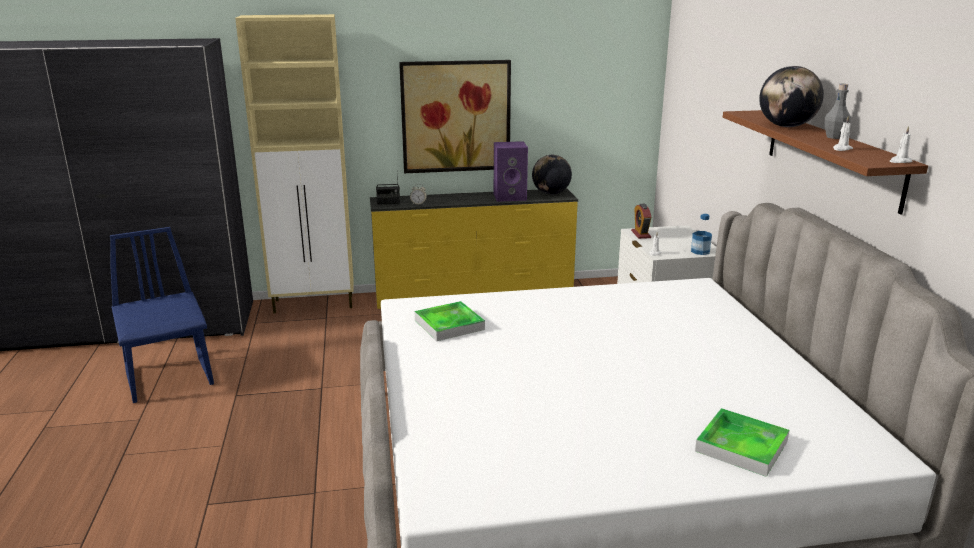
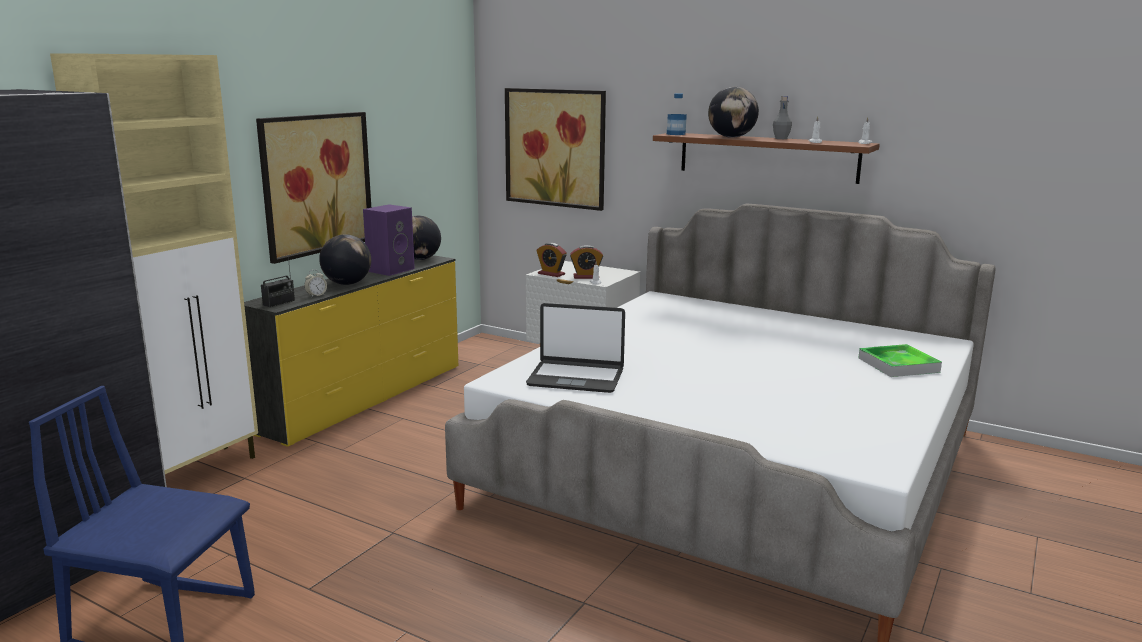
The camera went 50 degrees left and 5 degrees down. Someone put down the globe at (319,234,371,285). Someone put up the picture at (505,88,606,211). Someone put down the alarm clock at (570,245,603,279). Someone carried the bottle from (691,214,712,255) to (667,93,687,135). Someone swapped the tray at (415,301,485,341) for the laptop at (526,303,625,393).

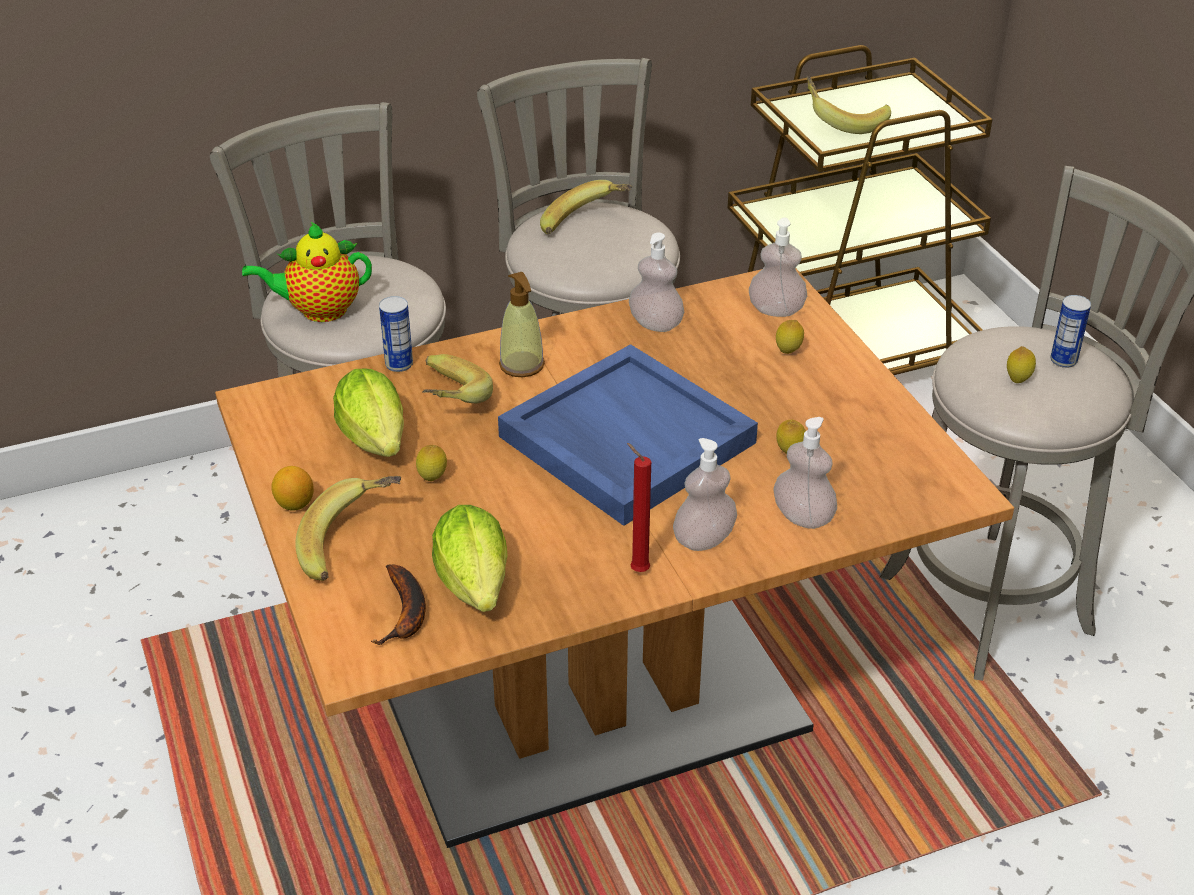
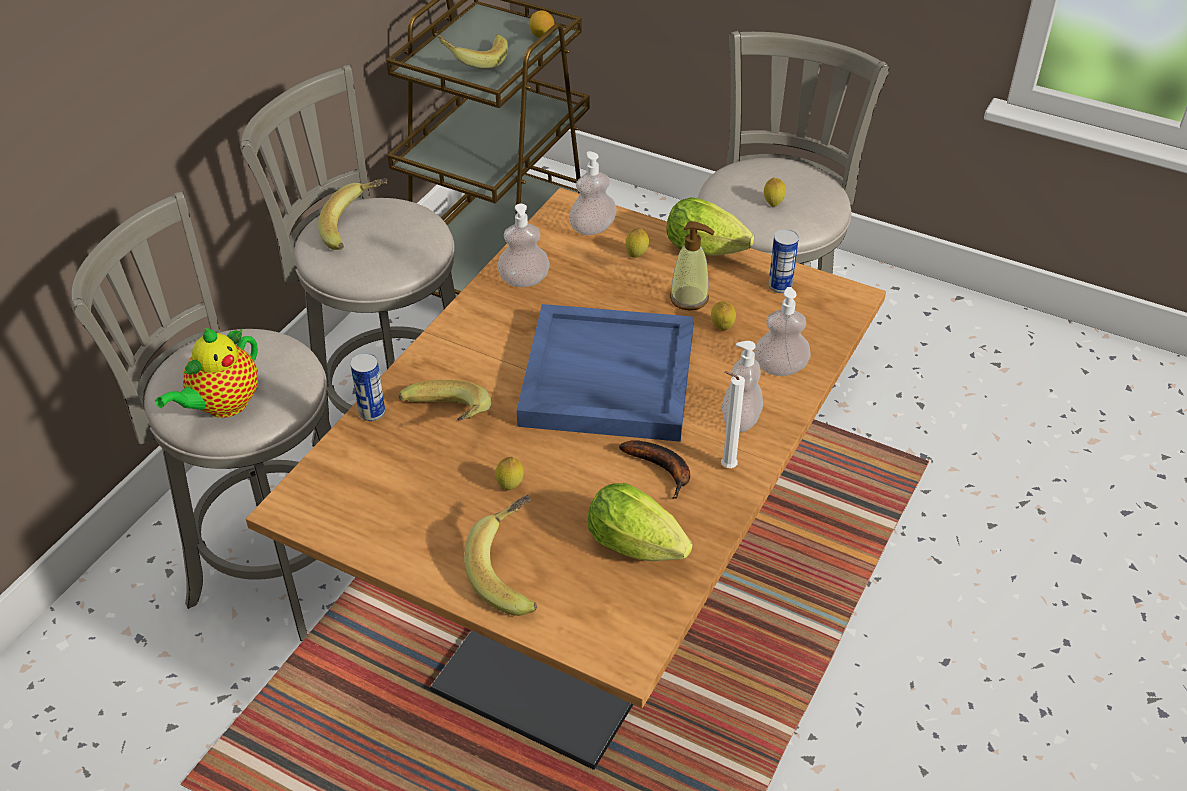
The camera went 40 degrees left and 5 degrees up. Someone carried the lemon from (271,466,314,511) to (529,10,554,38). Someone carried the lettuce from (333,368,404,457) to (666,197,754,256). Someone carried the banana from (371,564,426,645) to (619,440,690,499). Someone carried the soap dispenser from (499,272,545,377) to (670,221,715,311). Someone carried the can from (1050,295,1091,368) to (768,229,799,293). Someone repainted the red candle at (627,443,651,572), which became the white candle at (721,371,745,468).

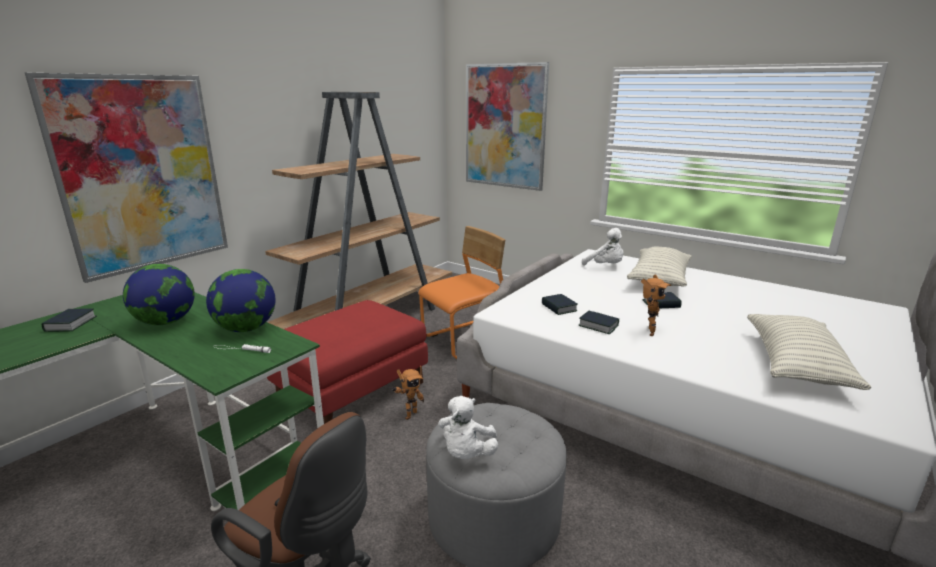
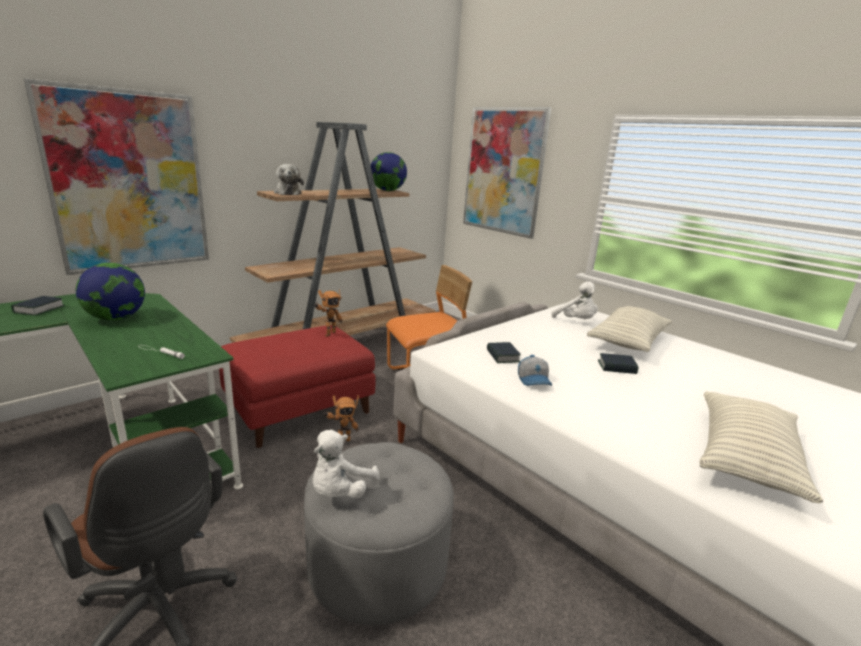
The camera went 10 degrees right and 0 degrees up. Someone put down the plush toy at (274,164,304,195). Someone carried the globe from (206,269,275,332) to (371,152,407,191). Someone carried the toy robot from (641,274,671,336) to (314,289,342,337). Someone swapped the book at (578,311,619,334) for the cap at (518,355,552,386).

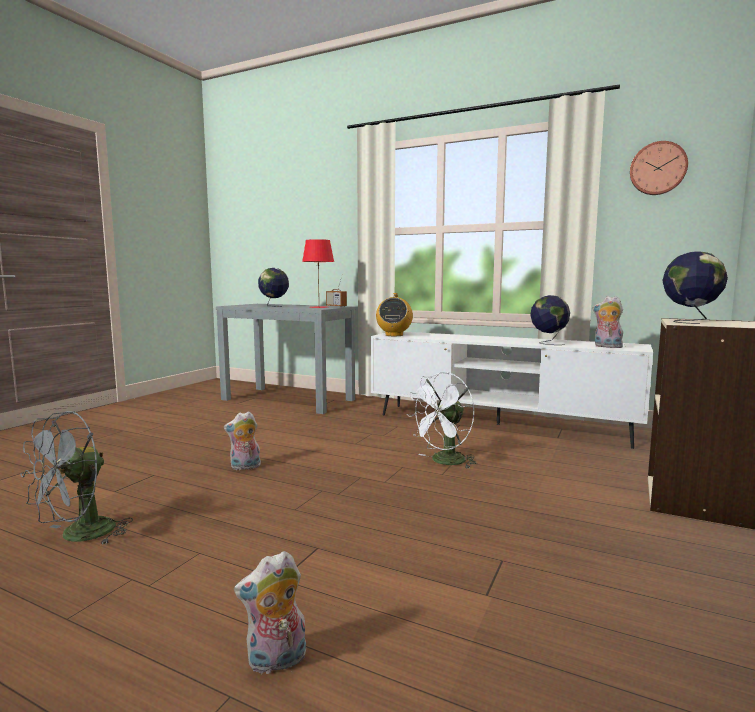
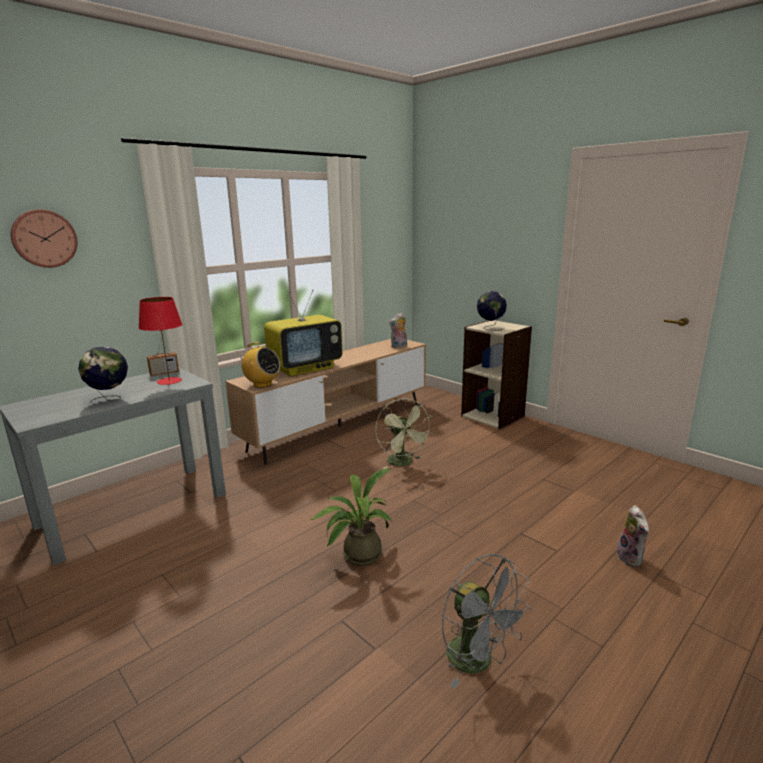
The camera went 70 degrees left and 10 degrees up. Someone took away the globe at (530,295,570,345). Someone put down the television at (264,290,343,376). Someone carried the wall clock from (630,141,688,195) to (11,210,77,268). Someone swapped the plush toy at (224,411,261,470) for the potted plant at (310,469,392,566). Someone repainted the white tv stand at (371,332,653,449), which became the brown tv stand at (225,339,426,464). Someone repainted the white fan at (407,372,477,469), which became the green fan at (375,398,432,469).

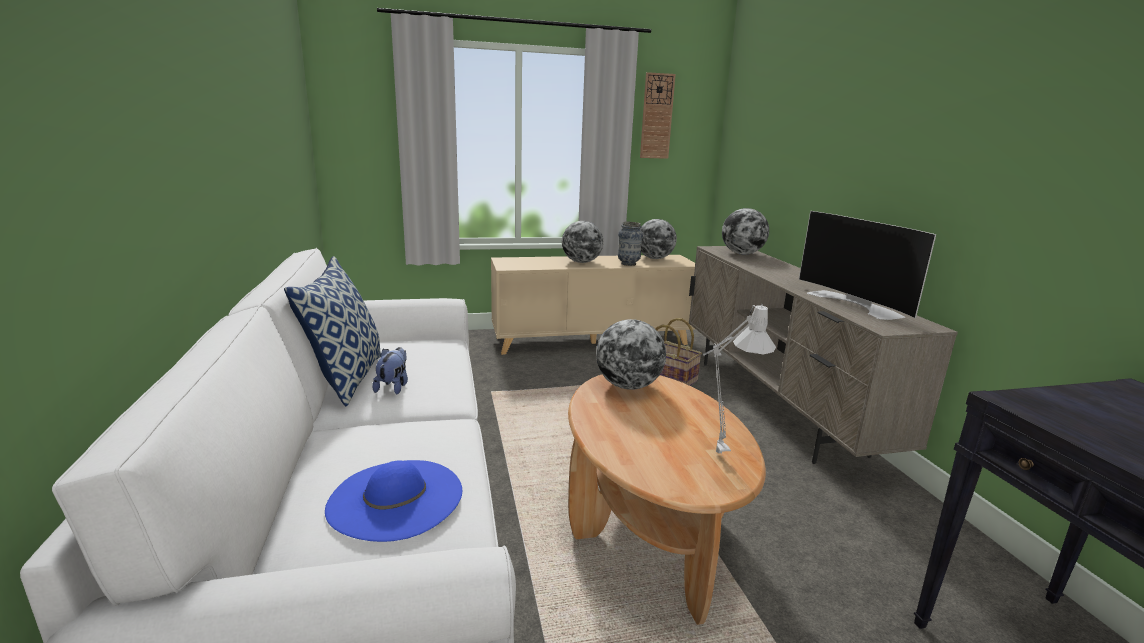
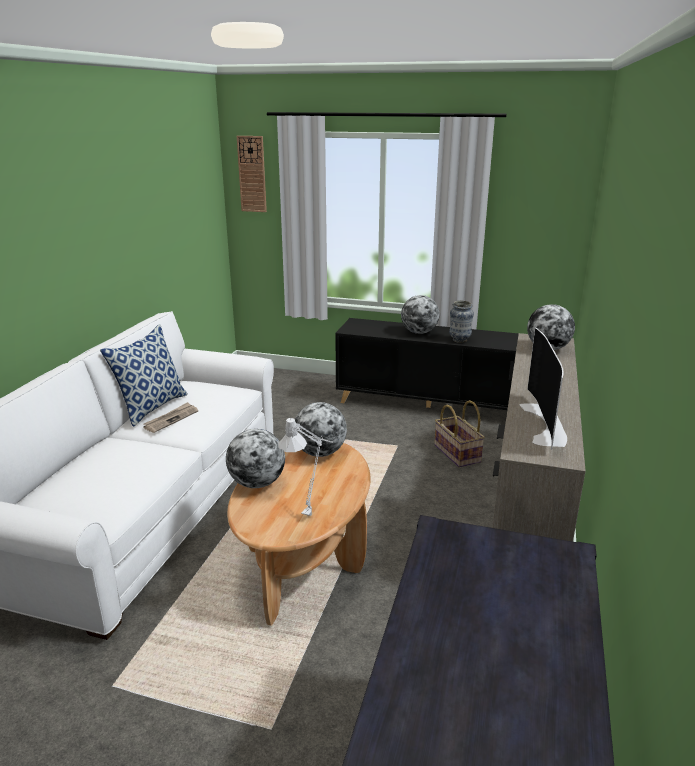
The camera went 30 degrees right and 5 degrees up. Someone took away the blue hat at (325,460,462,542). Someone carried the wall clock from (640,72,676,159) to (237,136,267,212). Someone carried the globe from (640,219,677,259) to (226,429,285,488). Someone swapped the plush toy at (372,347,408,394) for the newspaper at (143,402,198,433). Someone repainted the beige cabinet at (491,255,695,355), which became the black cabinet at (335,318,519,410).

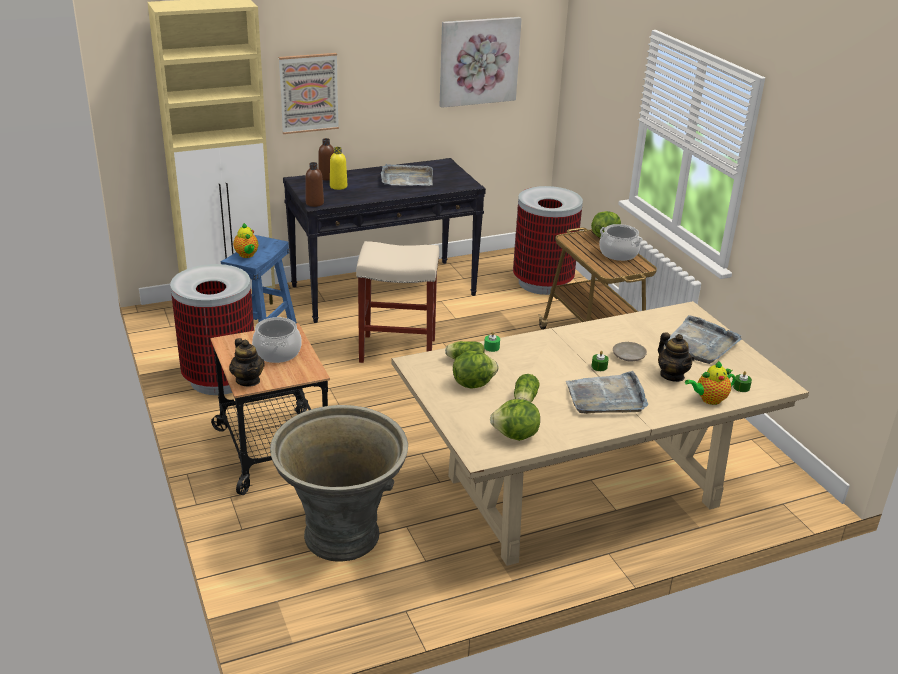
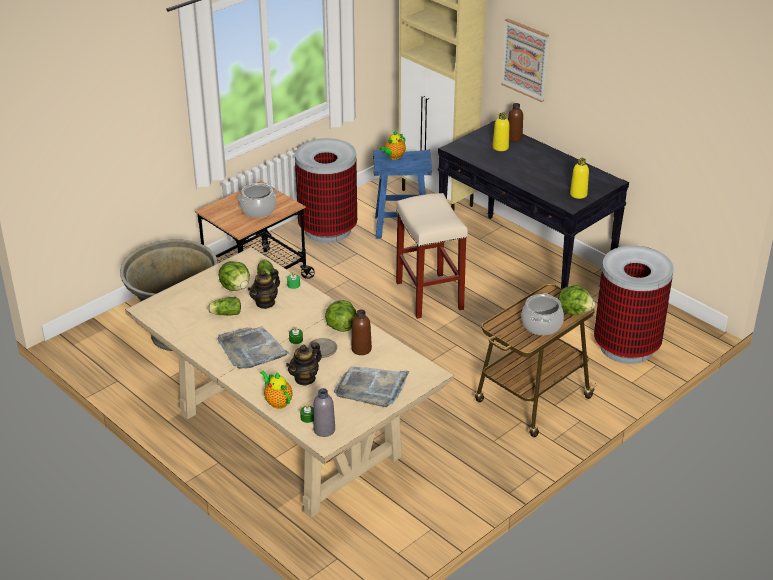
The camera went 70 degrees right and 5 degrees up. Someone took away the grey tray at (381,164,433,186). Someone took away the picture at (439,17,522,108). Someone put down the grey bottle at (313,388,335,437). Someone put down the yellow bottle at (570,158,589,199). Someone carried the teapot from (229,338,265,387) to (248,269,280,309). Someone carried the brown bottle from (306,162,324,207) to (351,309,372,355). Someone carried the lettuce from (490,399,540,441) to (325,300,357,332).

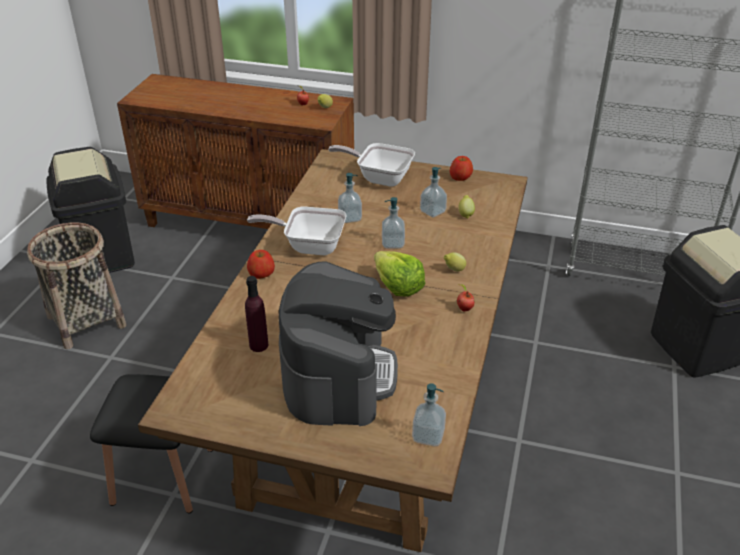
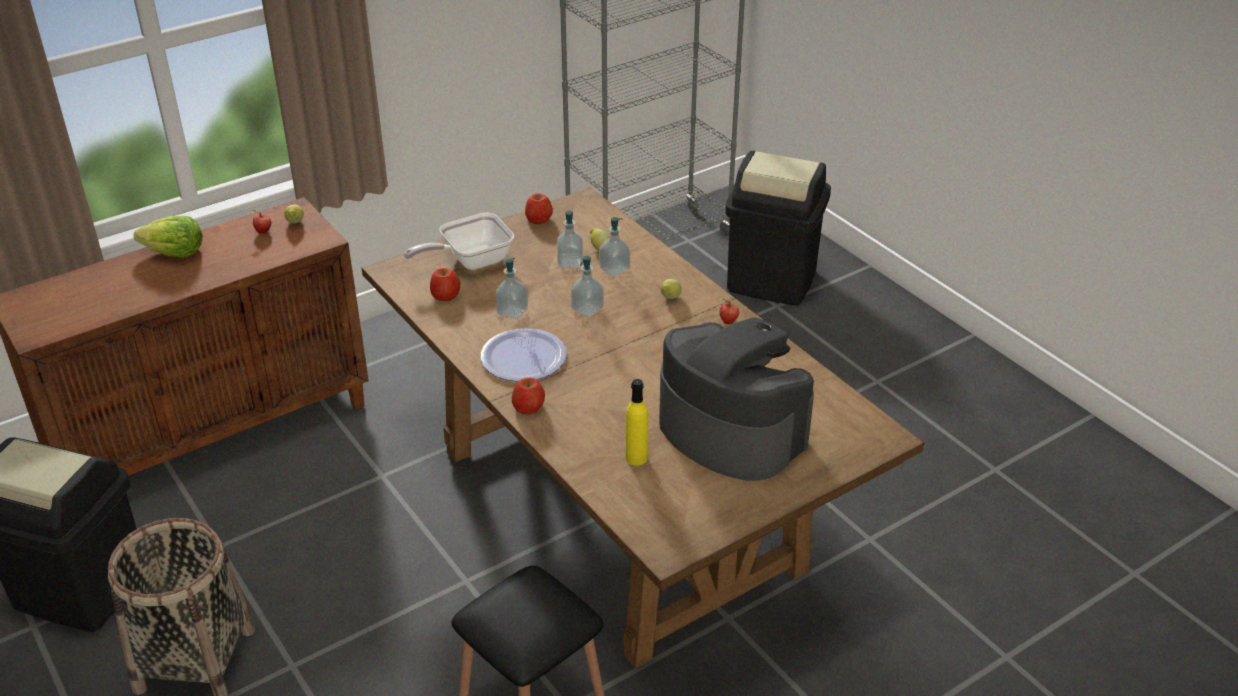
The camera went 50 degrees left and 0 degrees up. Someone put down the apple at (430,268,460,301). Someone carried the lettuce from (374,251,425,297) to (133,216,203,258). Someone carried the soap dispenser from (412,383,446,446) to (599,217,630,276). Someone swapped the frying pan at (247,207,346,255) for the plate at (480,328,567,382). Someone repainted the purple bottle at (245,276,268,352), which became the yellow bottle at (626,379,648,465).

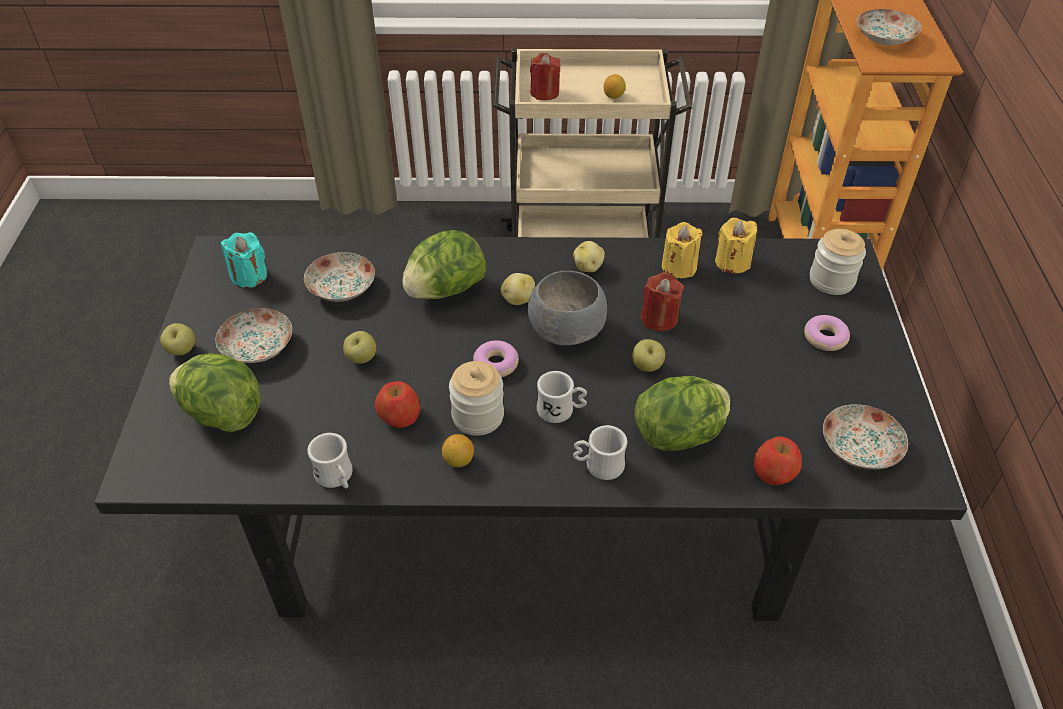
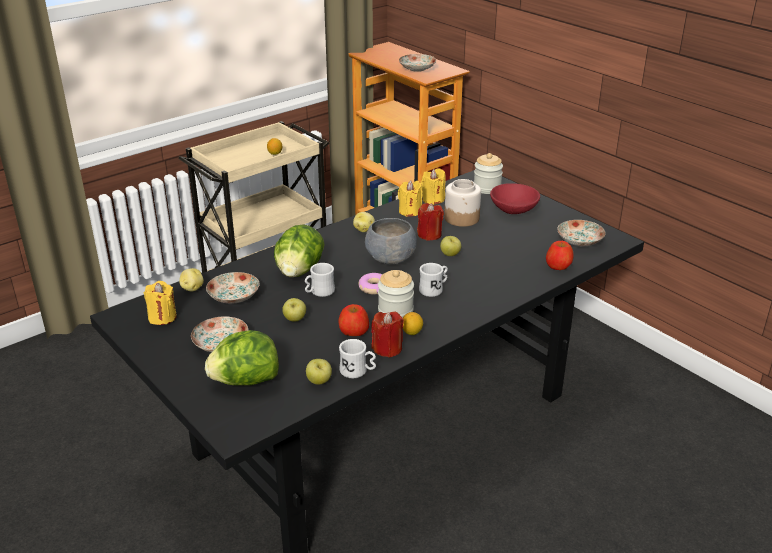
The camera went 40 degrees left and 15 degrees down. Someone took away the lettuce at (635,376,730,451). Someone put down the jar at (444,179,481,227). Someone carried the apple from (160,323,195,355) to (306,359,332,385). Someone carried the potato from (501,273,535,305) to (179,268,204,292). Someone carried the red candle from (530,53,561,100) to (371,311,404,358). Someone carried the white mug from (573,425,627,480) to (305,263,335,297). Someone swapped the donut at (804,315,850,351) for the red bowl at (490,183,540,214). Someone repainted the turquoise candle at (221,232,268,288), which became the yellow candle at (144,281,177,325).

